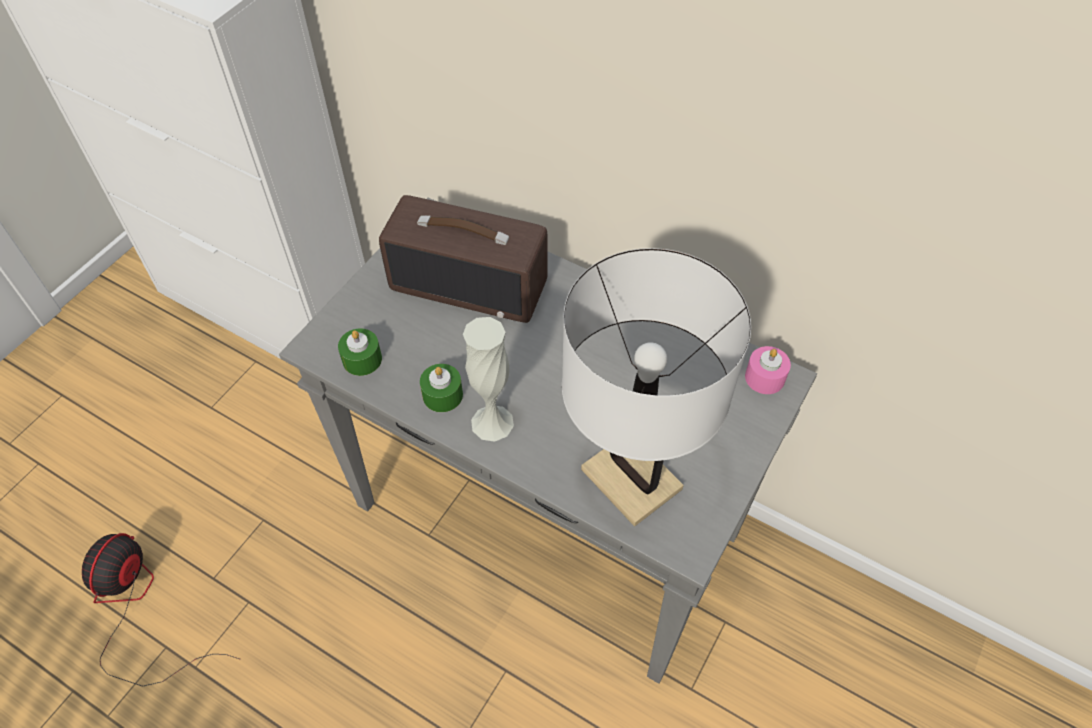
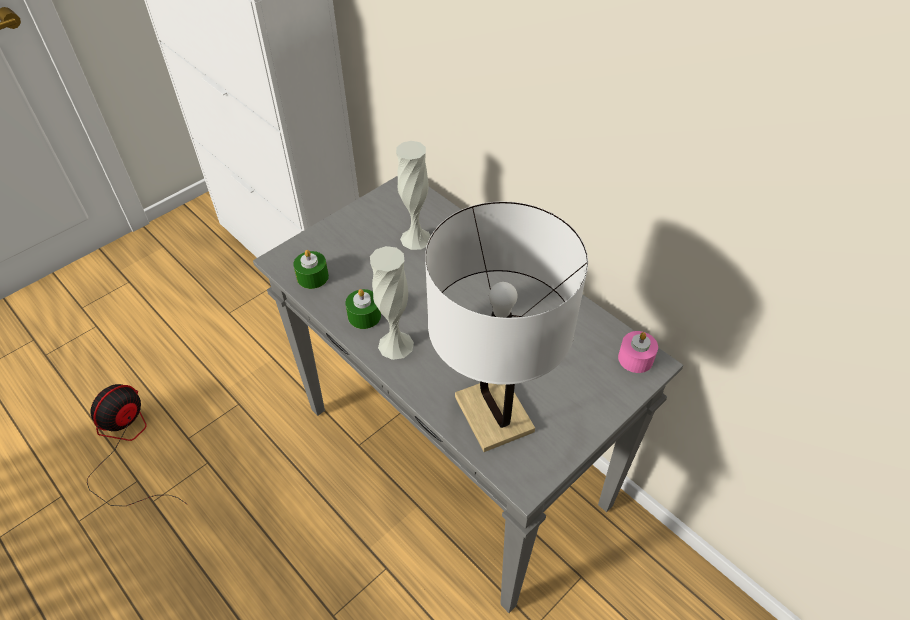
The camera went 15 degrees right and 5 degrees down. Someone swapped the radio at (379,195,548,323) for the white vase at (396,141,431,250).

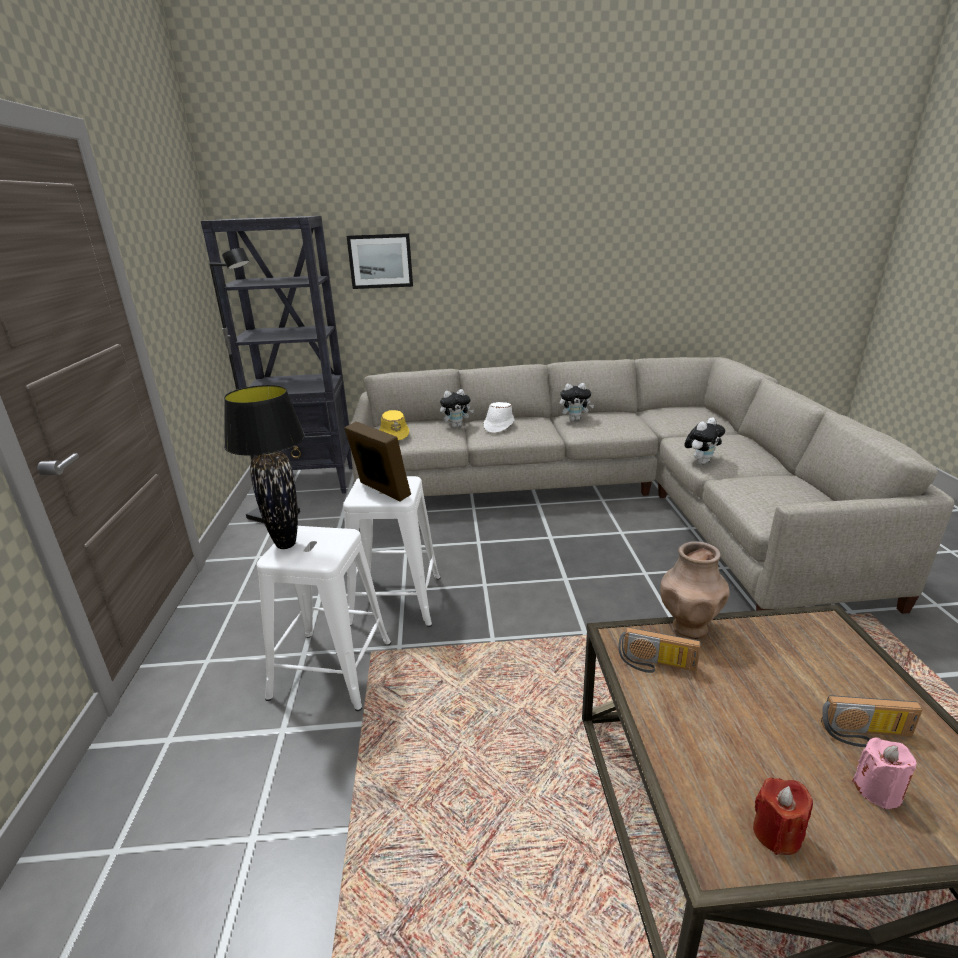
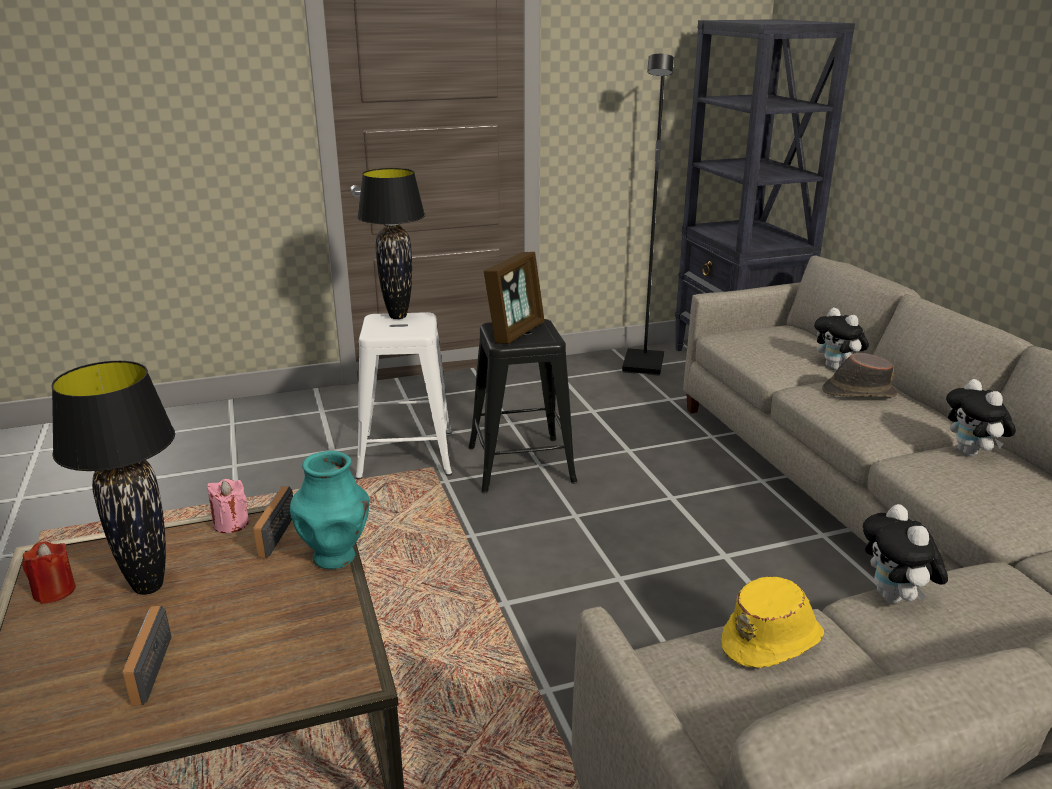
The camera went 75 degrees right and 0 degrees up. Someone took away the picture at (347,233,413,289). Someone put down the black table lamp at (51,361,175,595). Someone carried the yellow hat from (379,410,409,441) to (721,577,824,668). Someone carried the pink candle from (852,737,917,809) to (207,479,249,533). Someone repainted the white stool at (343,476,441,627), which became the black stool at (468,319,577,493). Someone repainted the white hat at (483,402,515,433), which became the brown hat at (822,353,897,397). Someone repainted the brown vase at (660,541,730,639), which became the turquoise vase at (290,451,369,569). Someone rotated the plush toy at (684,418,725,464) by 45 degrees clockwise.

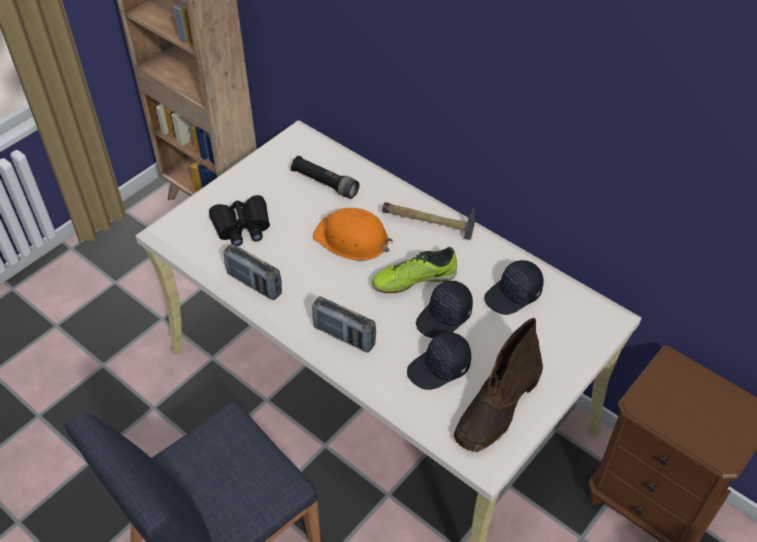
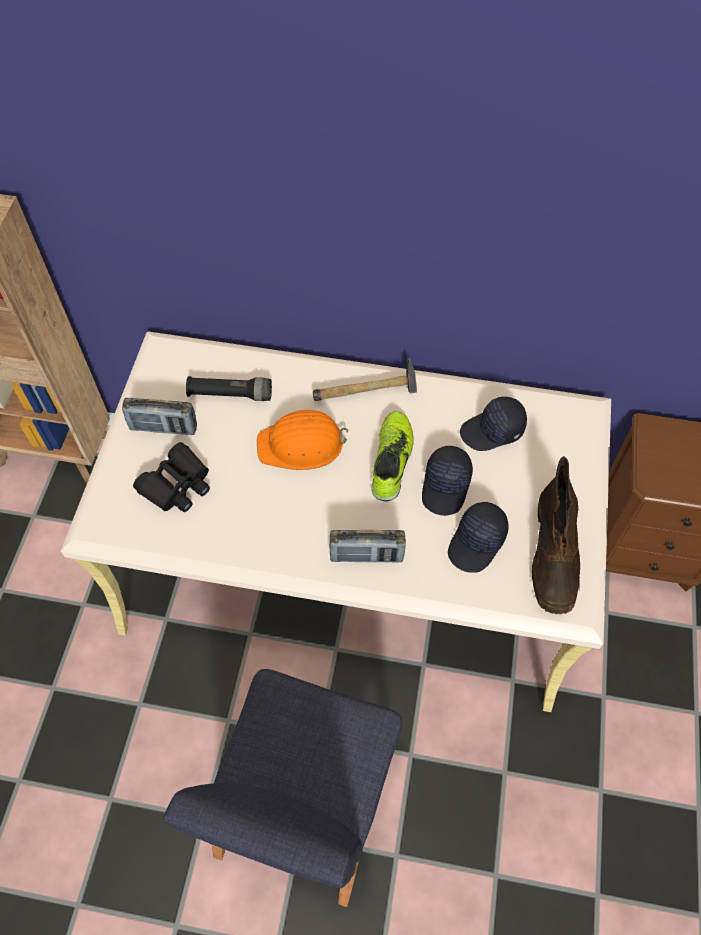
The camera went 30 degrees left and 10 degrees up. Someone carried the radio from (223,244,282,300) to (122,398,197,435). Someone rotated the shoe at (372,247,457,293) by 150 degrees clockwise. Someone rotated the black cap at (484,260,544,315) by 45 degrees clockwise.

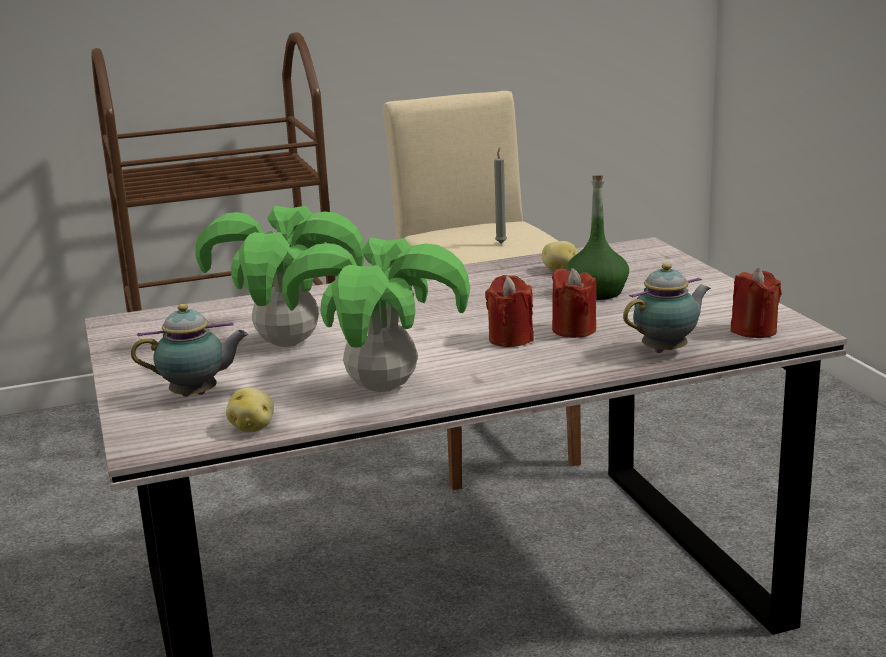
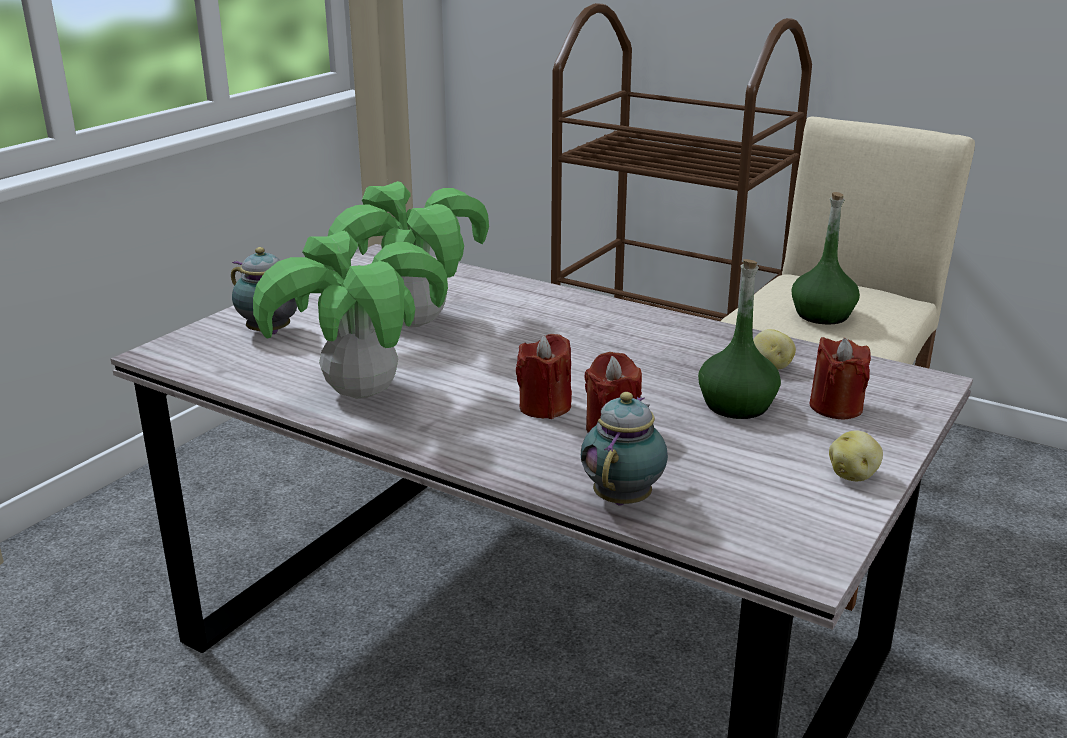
The camera went 50 degrees right and 5 degrees up. Someone carried the potato from (226,388,274,432) to (829,430,883,481). Someone carried the red candle from (731,268,782,338) to (809,337,871,420). Someone swapped the grey candle at (494,147,507,243) for the green bottle at (792,192,860,324). Someone rotated the teapot at (623,263,711,353) by 90 degrees counterclockwise.

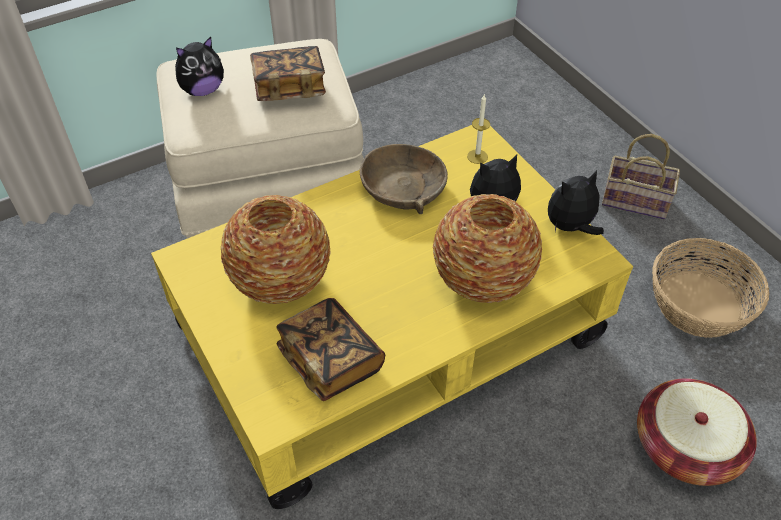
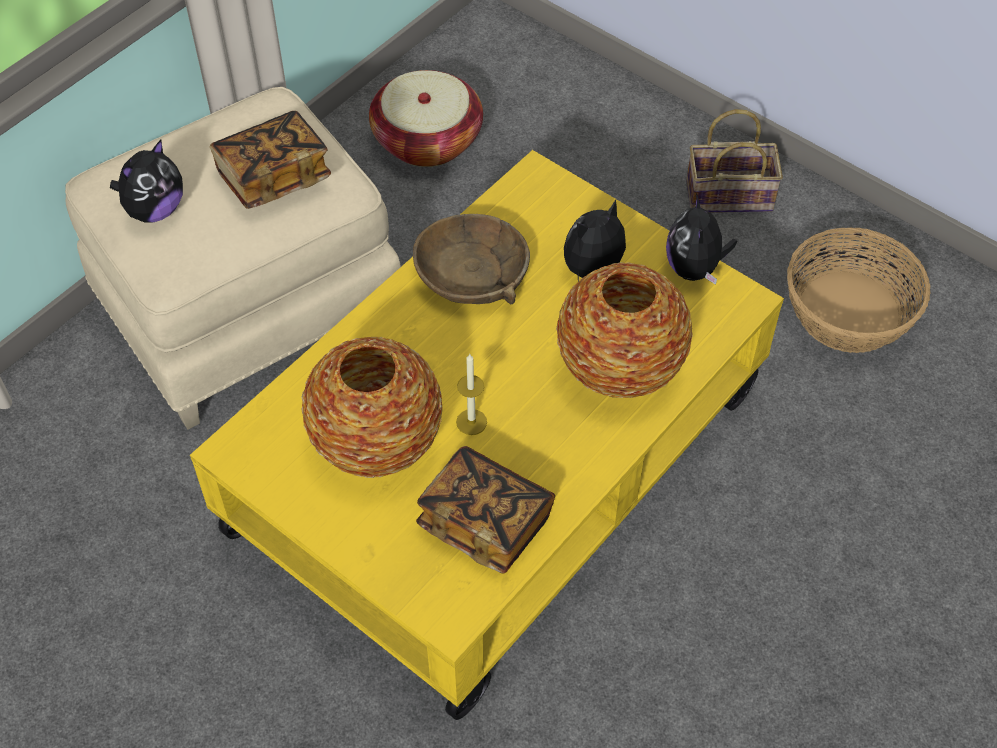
The camera went 20 degrees left and 5 degrees up. Someone carried the candle from (467,95,490,164) to (456,354,487,435). Someone carried the basket from (637,379,757,486) to (369,70,483,167). Someone rotated the plush toy at (548,170,604,235) by 45 degrees counterclockwise.

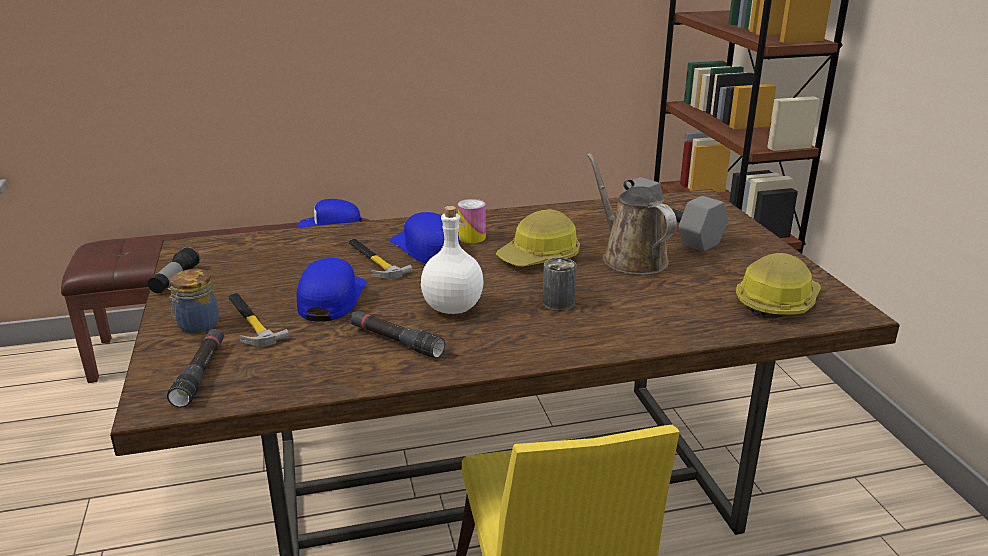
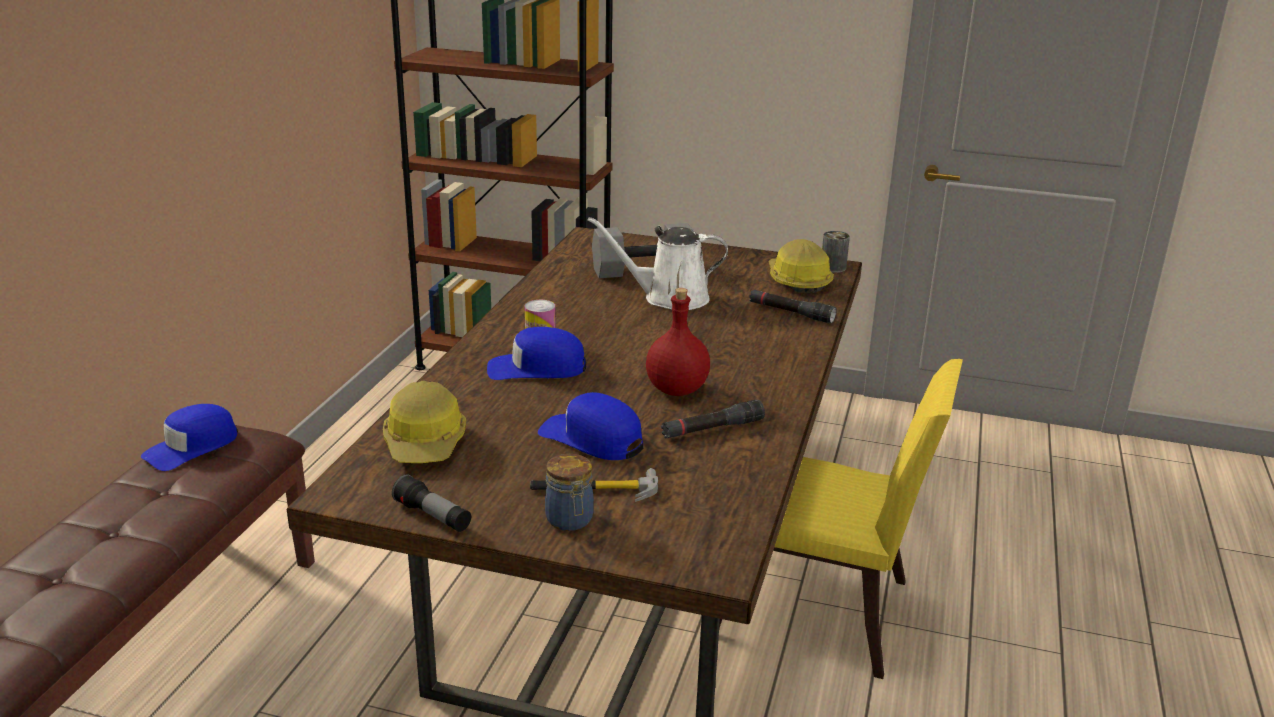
The camera went 60 degrees left and 0 degrees up. Someone took away the hammer at (348,239,413,279). Someone carried the black flashlight from (167,329,224,408) to (749,290,836,323). Someone carried the hard hat from (496,209,580,266) to (383,380,466,463). Someone carried the can from (543,258,577,311) to (822,231,850,273). Someone repainted the white bottle at (421,206,484,314), which became the red bottle at (646,288,710,396). Someone repainted the brown watering can at (587,153,677,275), which became the white watering can at (588,217,728,310).

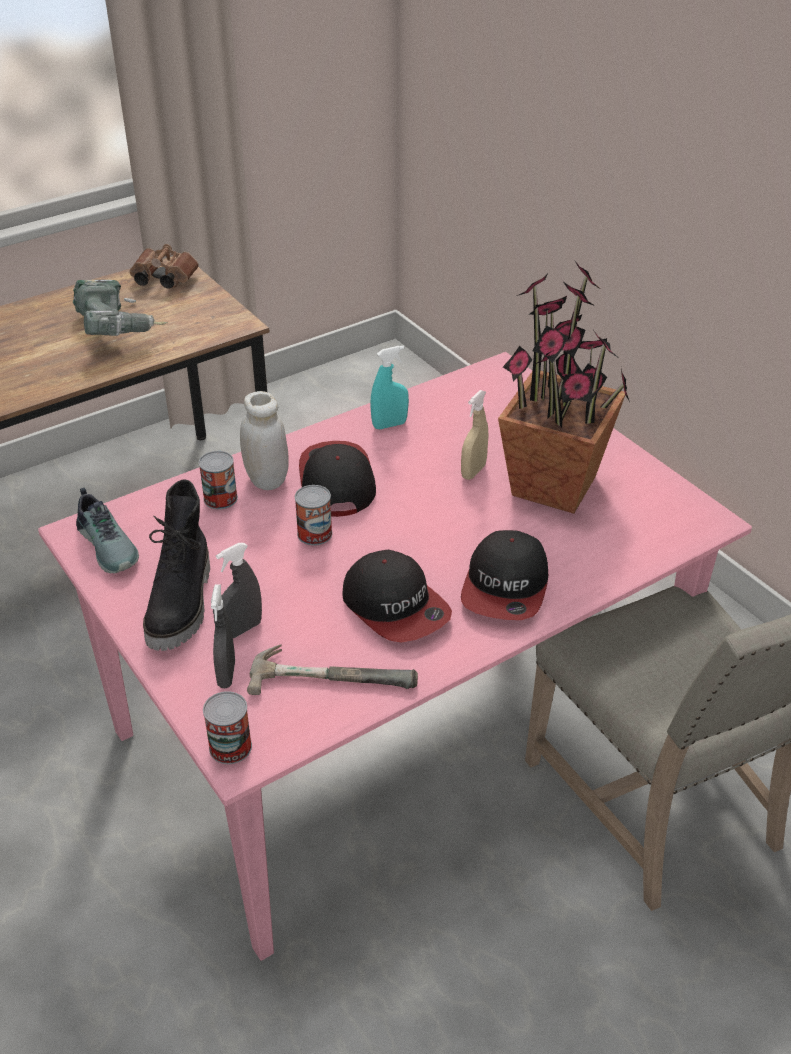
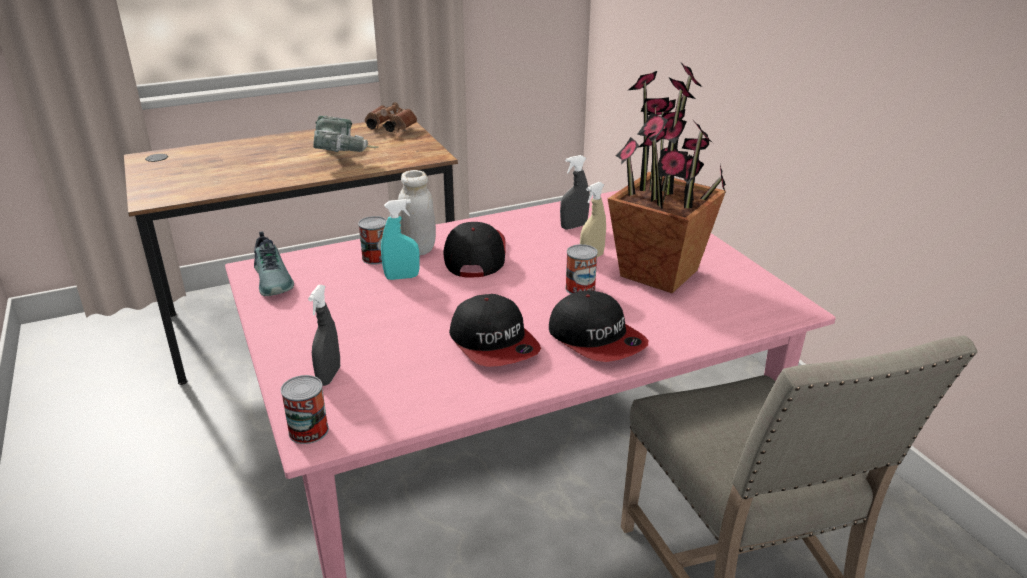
The camera went 10 degrees right and 10 degrees down. Someone took away the black boot at (143,480,210,651). Someone took away the hammer at (247,644,418,695). Someone carried the grey spray bottle from (216,543,262,638) to (560,155,589,230). Someone carried the can from (295,485,332,546) to (565,244,598,294). Someone carried the turquoise spray bottle from (370,346,409,429) to (381,199,420,280). Someone rotated the cap at (461,530,548,620) by 60 degrees counterclockwise.

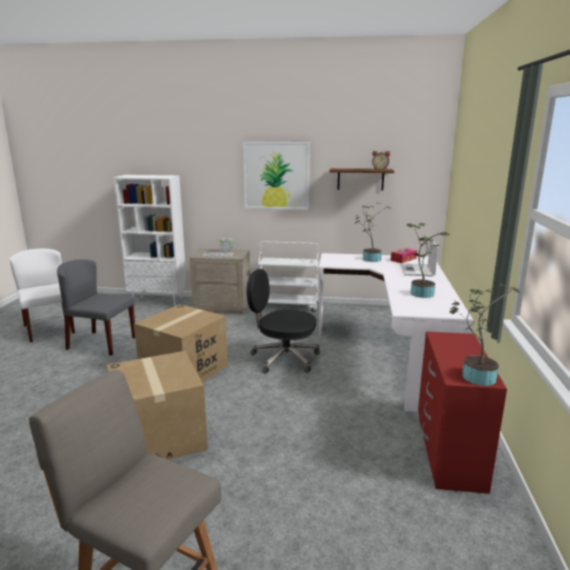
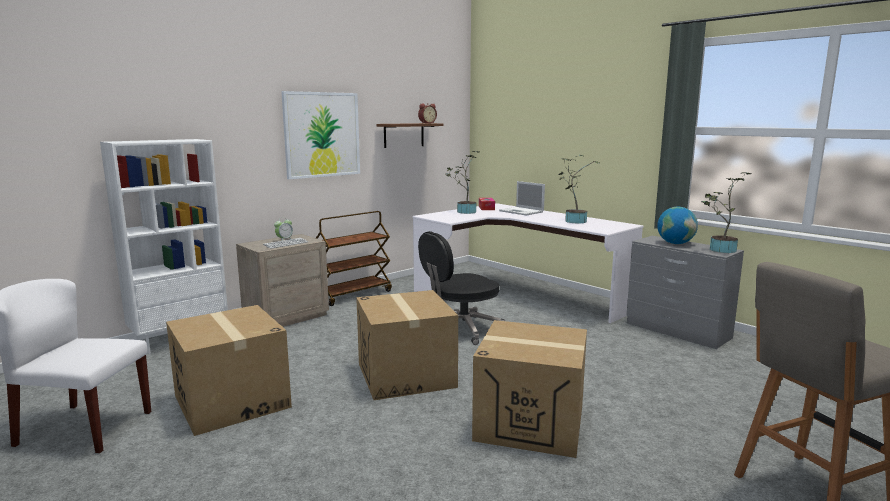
The camera went 50 degrees left and 5 degrees down. Someone put down the globe at (657,207,698,244). Someone swapped the grey chair at (57,259,135,356) for the cardboard box at (166,305,292,436). Someone repainted the white cart at (258,241,319,312), which became the brown cart at (316,211,392,306). Someone repainted the red dresser at (418,331,507,494), which became the grey dresser at (626,236,744,349).

